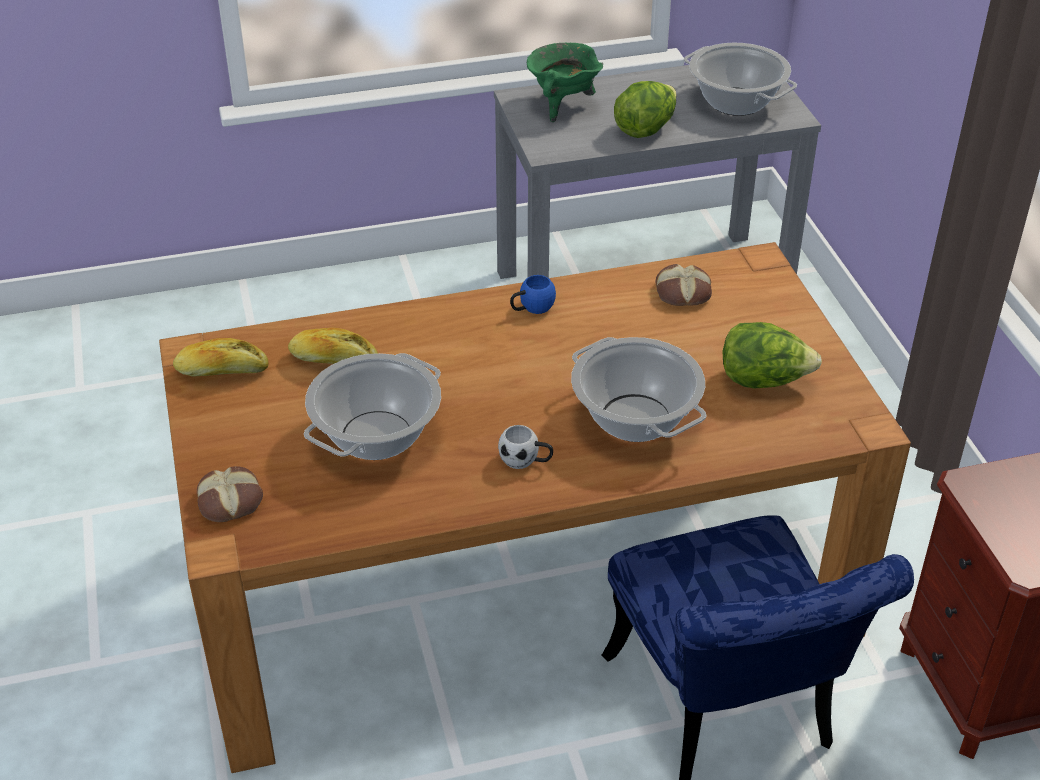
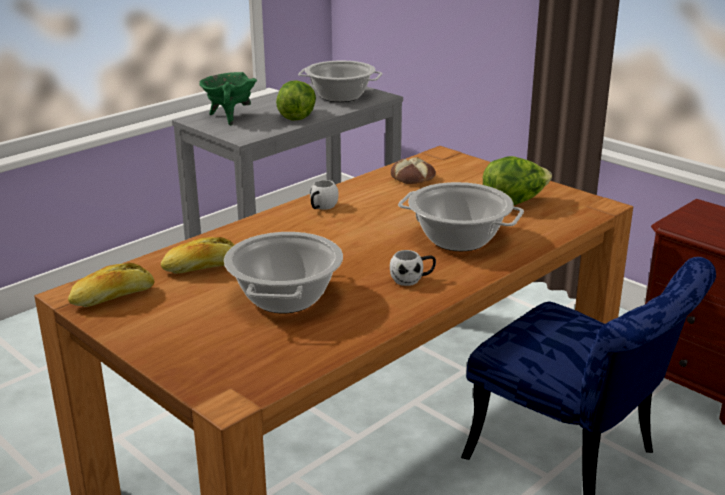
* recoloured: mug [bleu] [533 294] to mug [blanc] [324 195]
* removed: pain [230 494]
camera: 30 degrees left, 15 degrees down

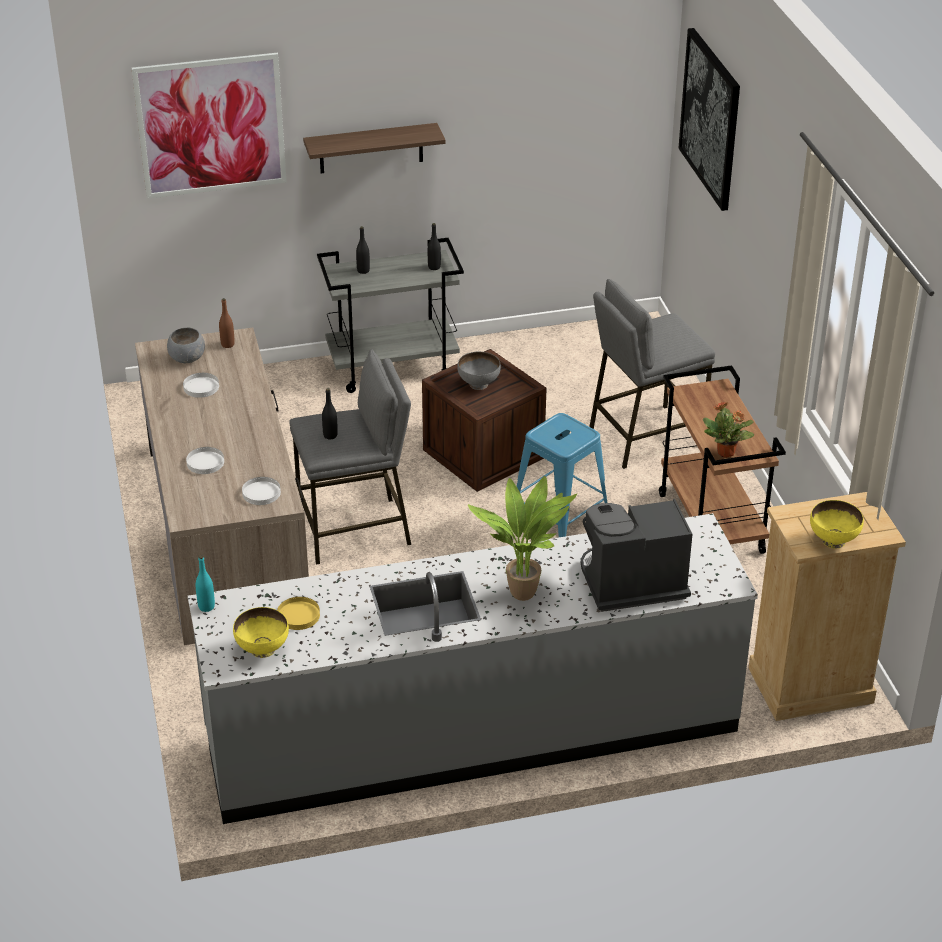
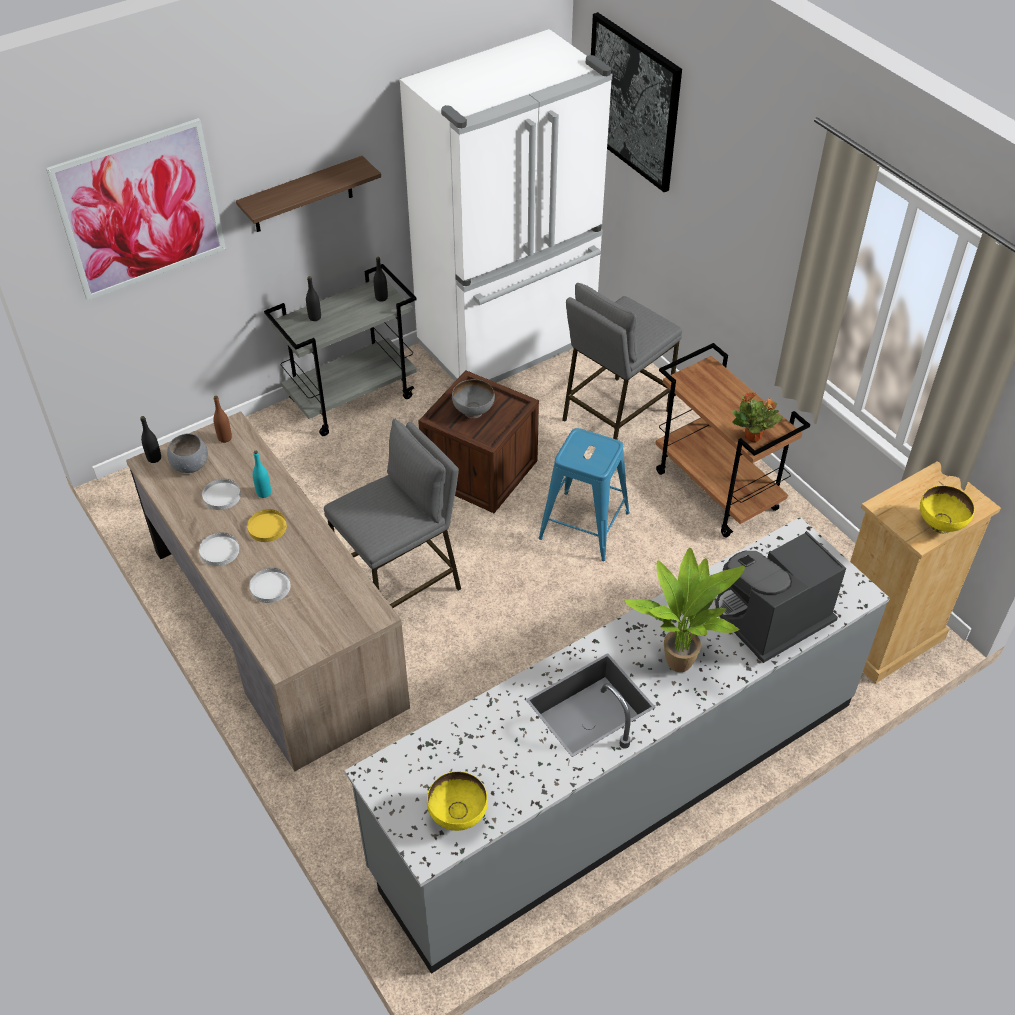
* moved: bouteille [noir] [330 413] to [150 439]
* moved: assiette [blanc] [261 491] to [219 549]
* moved: bouteille [turquoise] [205 583] to [262 474]
* moved: assiette [jaune] [298 613] to [267 525]
* added: réfrigérateur [blanc] [506 206]
camera: 20 degrees left, 10 degrees up

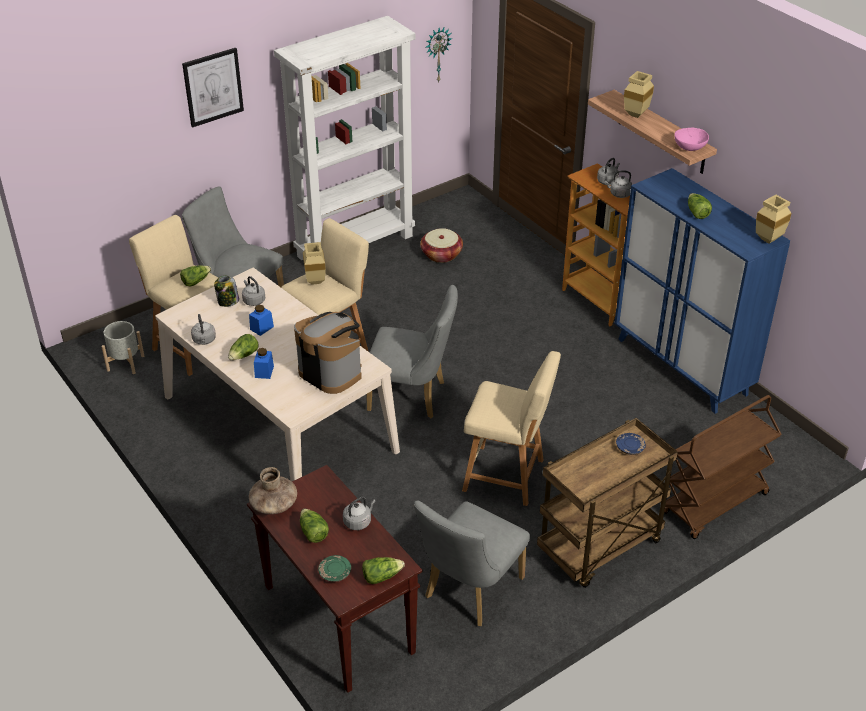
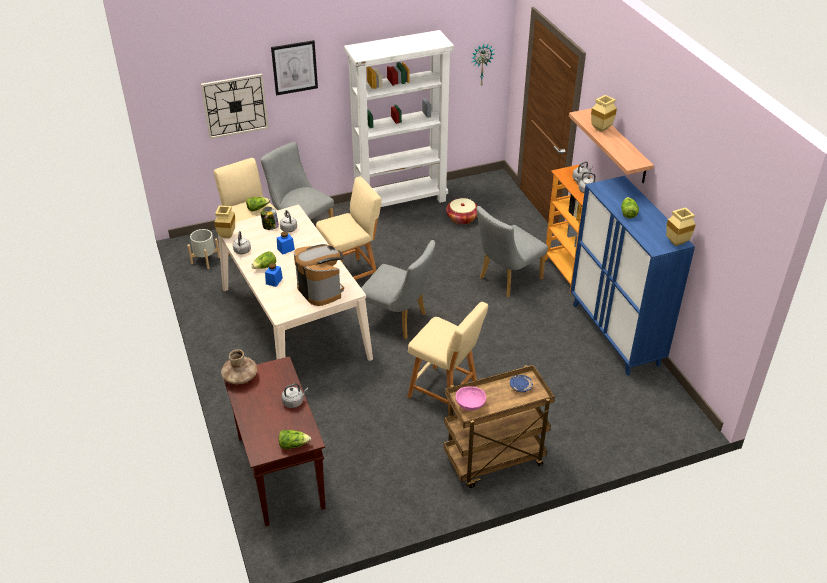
* moved: bol [rose] [691 139] to [471 399]
* moved: vase [beige] [314 263] to [225 222]
* removed: chariot [marron] [722 467]
* moved: chaise [gris] [472 563] to [512 251]
* removed: laitue [314 525]
* removed: assiette [vert] [334 568]
* added: horloge murale [235 106]
camera: 15 degrees right, 0 degrees up

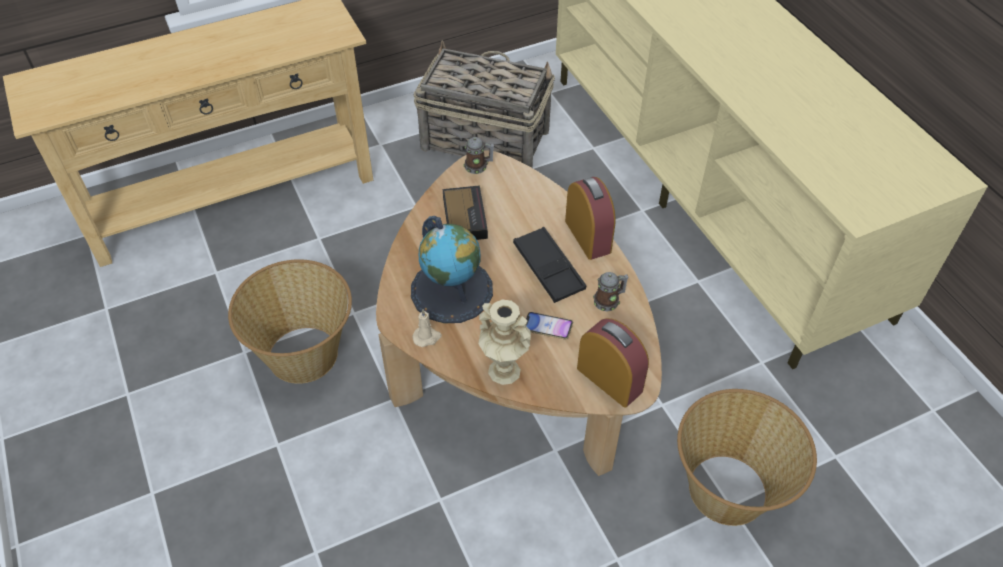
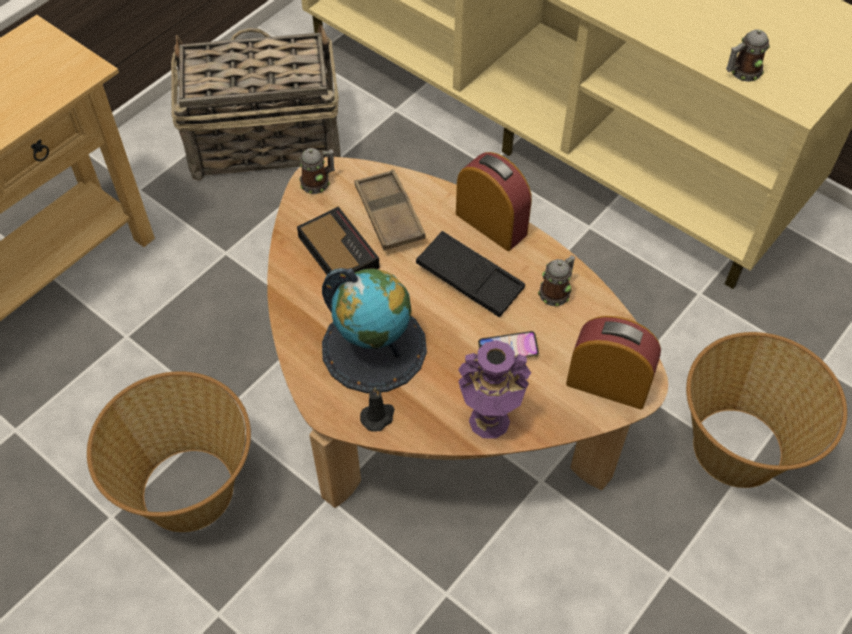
* recoloured: vase [beige] [504 342] to vase [violet] [494 389]
* recoloured: bougie [beige] [427 328] to bougie [noir] [377 409]
* added: mug [748 55]
* added: plateau [marron] [390 210]
camera: 25 degrees left, 5 degrees up

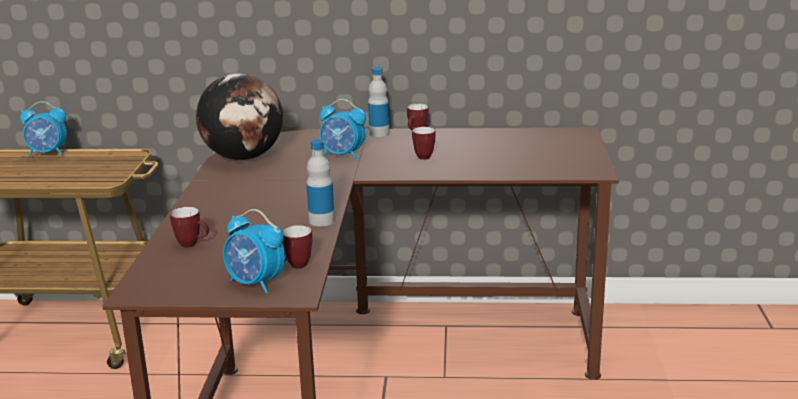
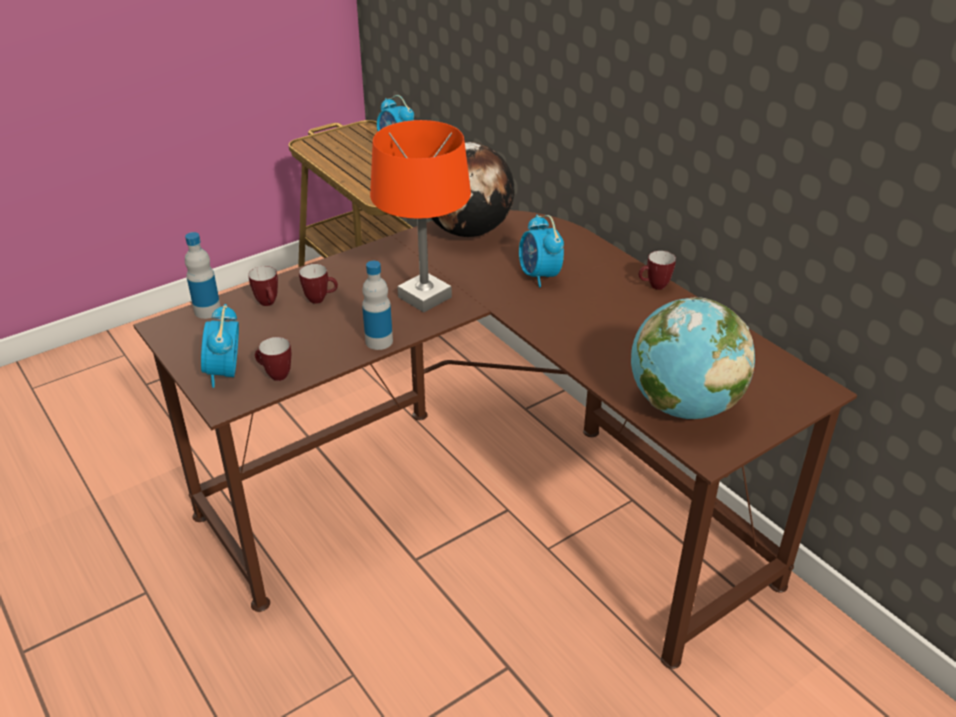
* moved: bouteille [379 102] to [203 275]
* moved: mug [424 143] to [318 284]
* added: lampe de table [orange] [420 216]
* added: globe [693 358]
camera: 50 degrees right, 15 degrees up

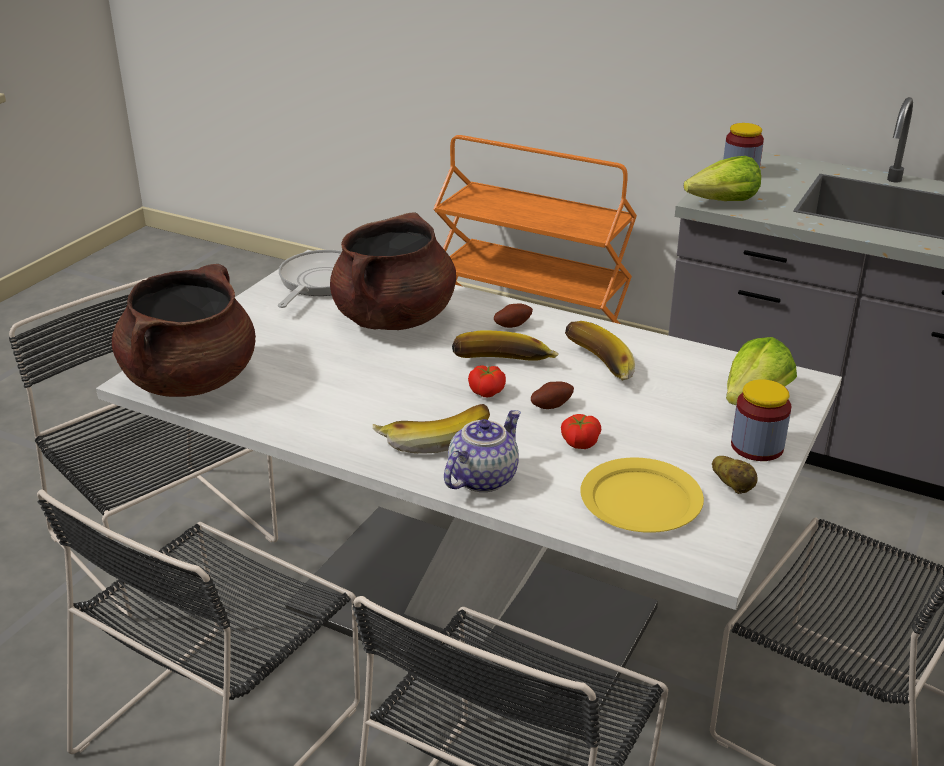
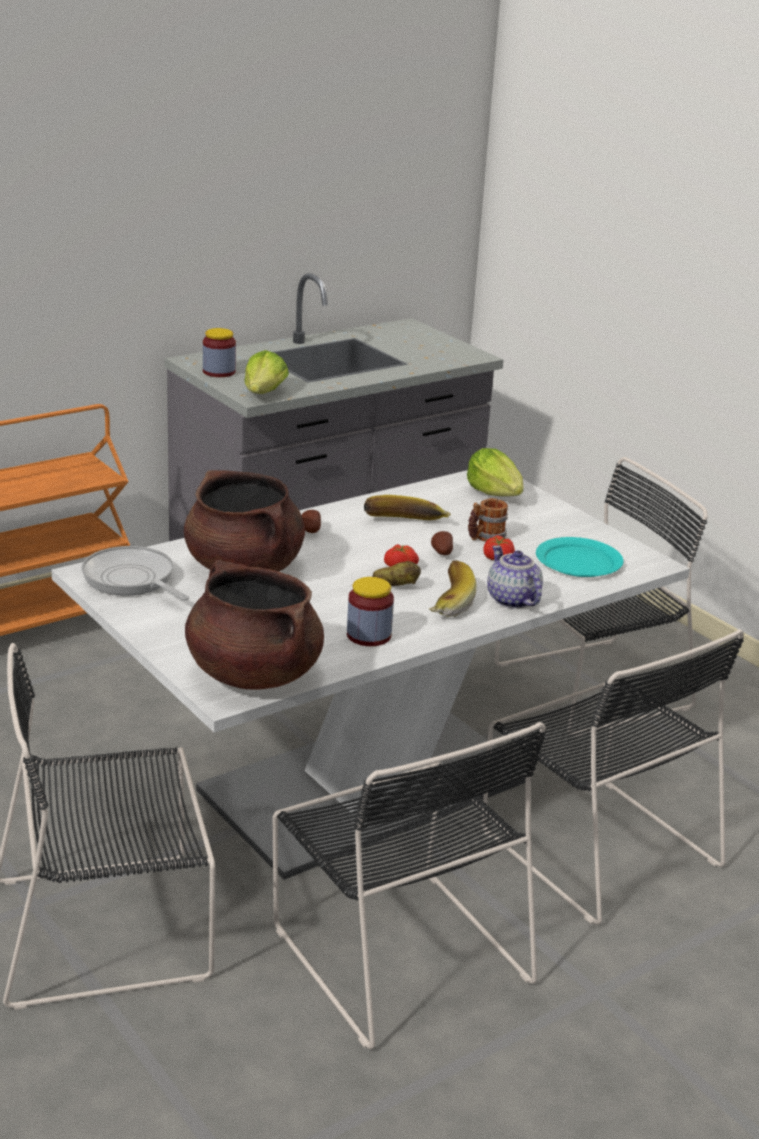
* removed: banane [505 345]
* moved: bocal [761 420] to [370 611]
* moved: pomme de terre [735 475] to [396 573]
* recoloured: assiette [jaune] [642 495] to assiette [turquoise] [579 557]
* added: mug [488 520]
camera: 65 degrees left, 5 degrees down

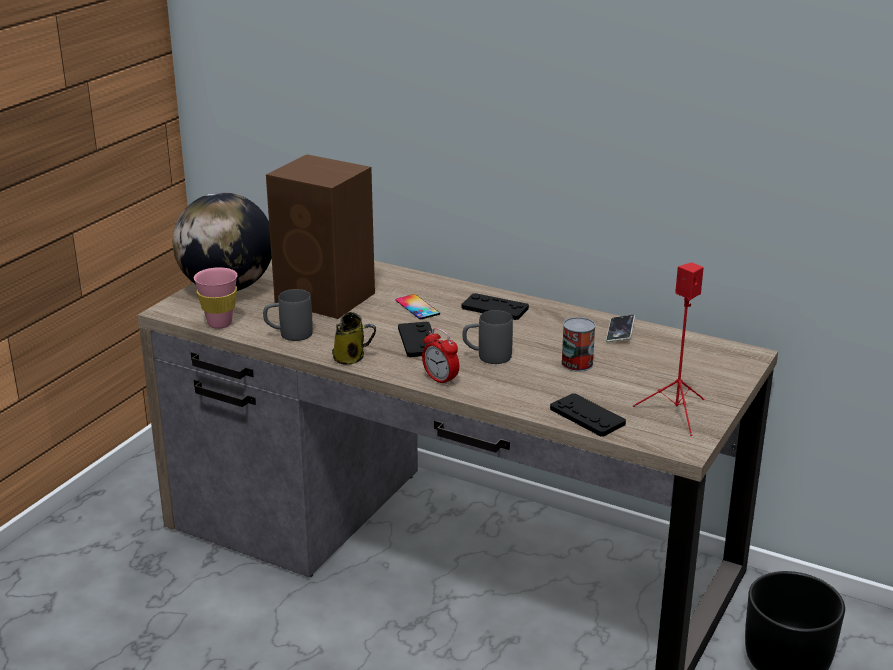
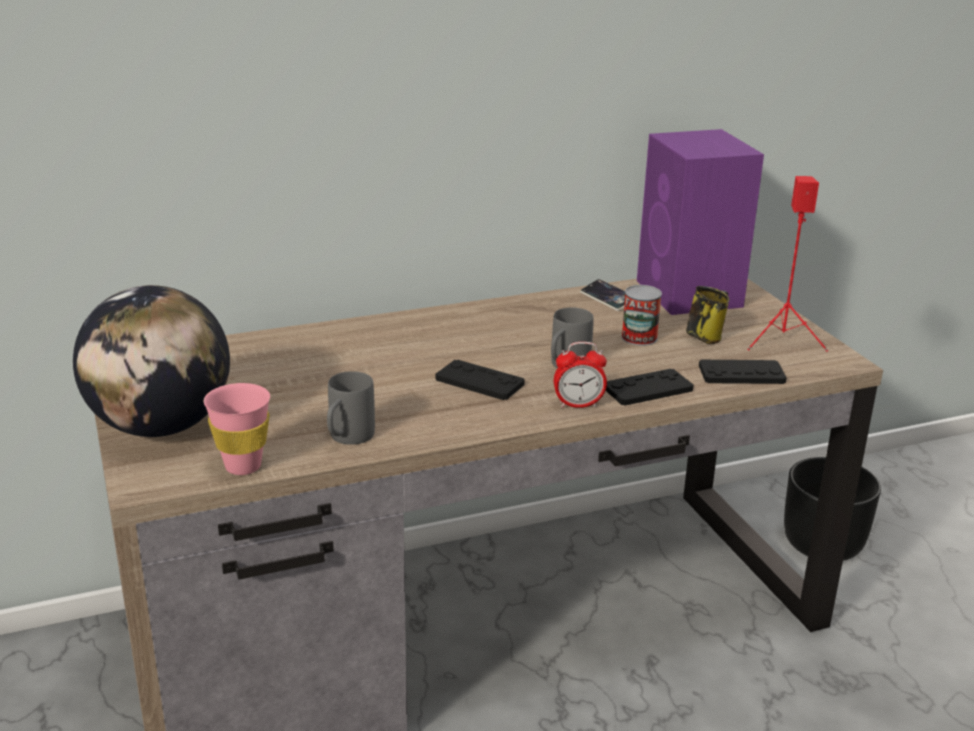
* removed: enceinte [marron] [320 236]
* moved: manette [noir] [495 306] to [650 387]
* removed: téléphone [417 306]
* moved: mug [354 338] to [708 315]
* added: enceinte [violet] [700 222]
camera: 50 degrees left, 0 degrees up

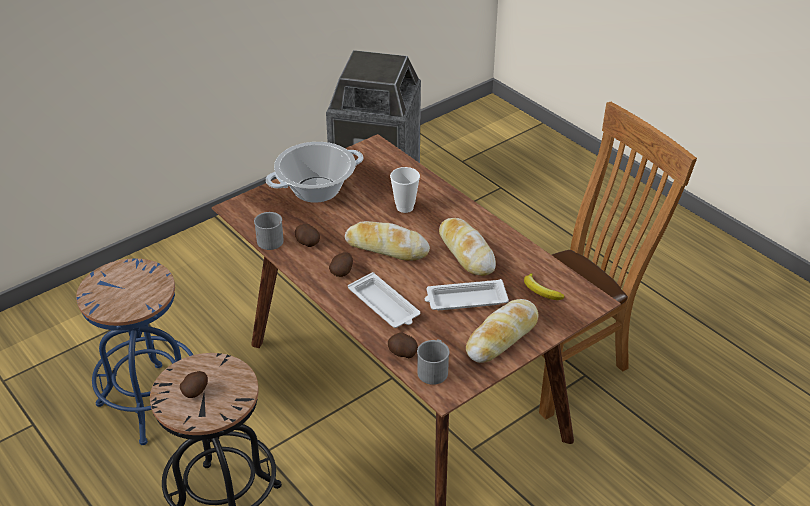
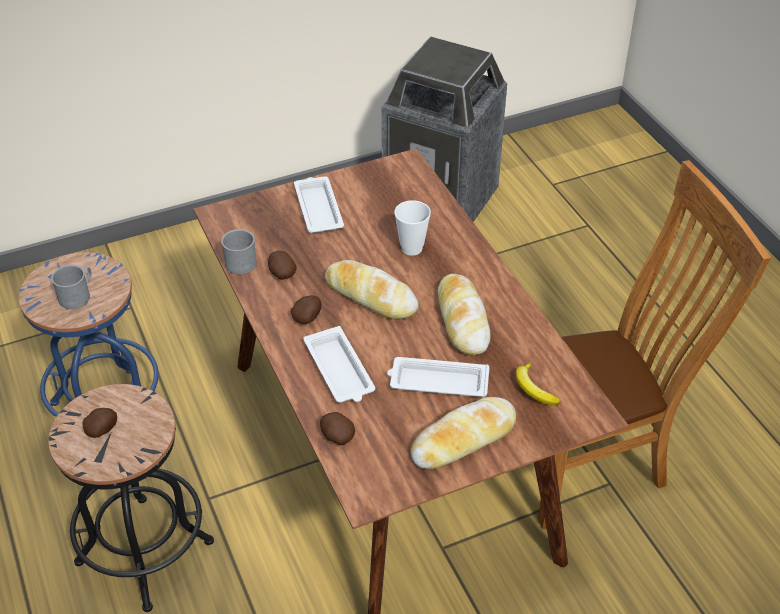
* replaced: marmite [314 172] to plateau [blanc] [319 204]
* moved: mug [gris] [433 362] to [71 287]
camera: 15 degrees right, 5 degrees up

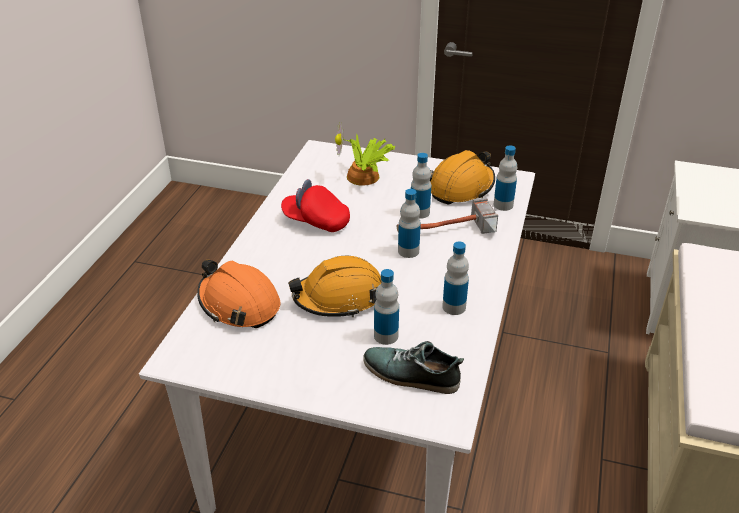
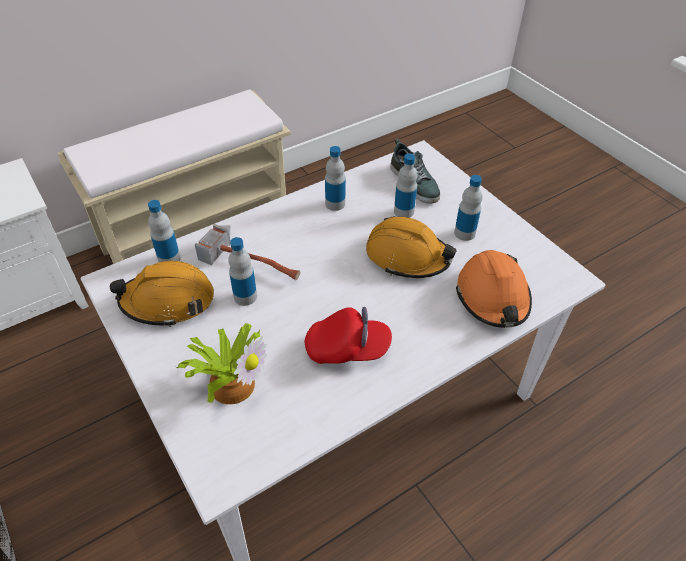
* turned: casquette [rouge] [315 205] = [348 335] 60 degrees counterclockwise
* moved: bouteille [409 223] to [468 208]
camera: 140 degrees left, 10 degrees up

